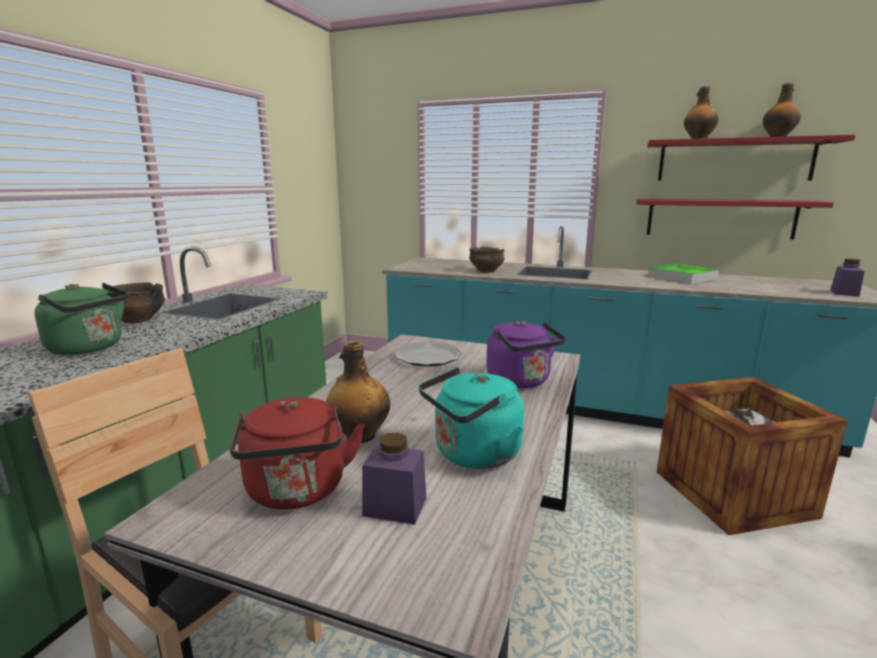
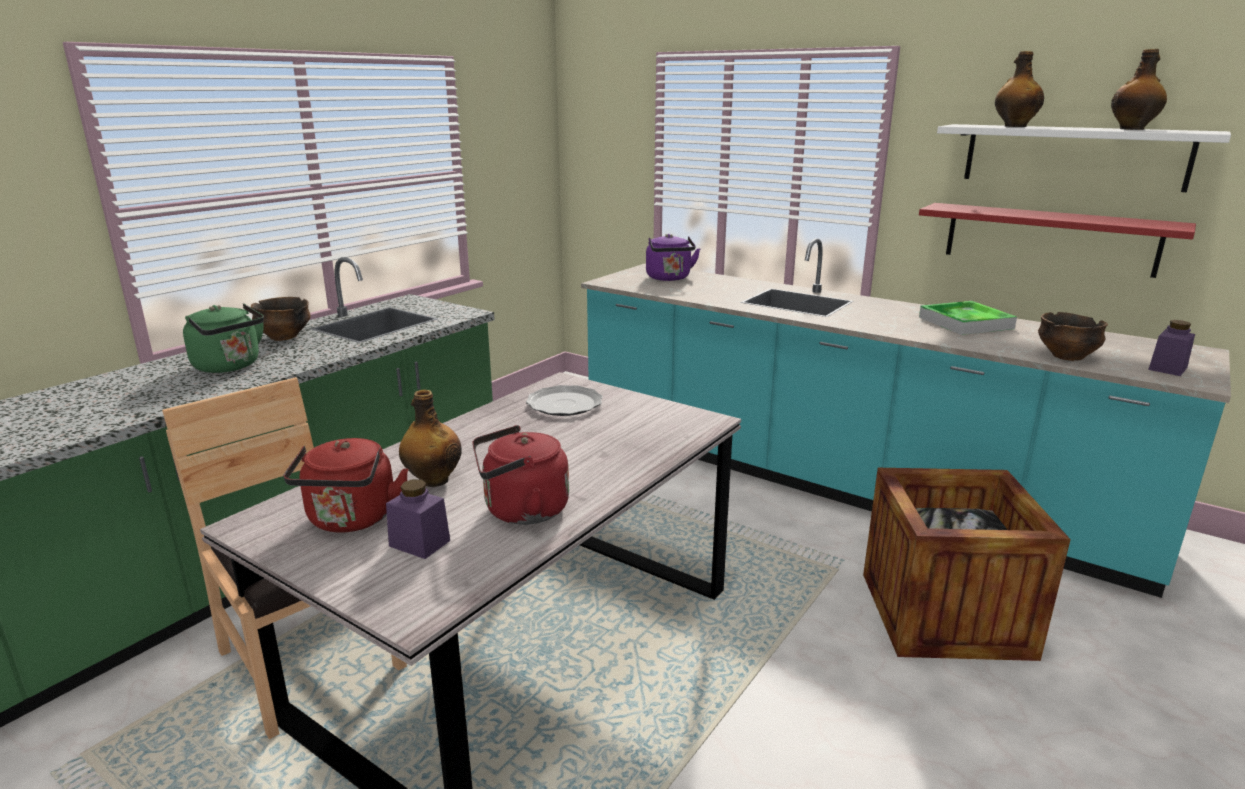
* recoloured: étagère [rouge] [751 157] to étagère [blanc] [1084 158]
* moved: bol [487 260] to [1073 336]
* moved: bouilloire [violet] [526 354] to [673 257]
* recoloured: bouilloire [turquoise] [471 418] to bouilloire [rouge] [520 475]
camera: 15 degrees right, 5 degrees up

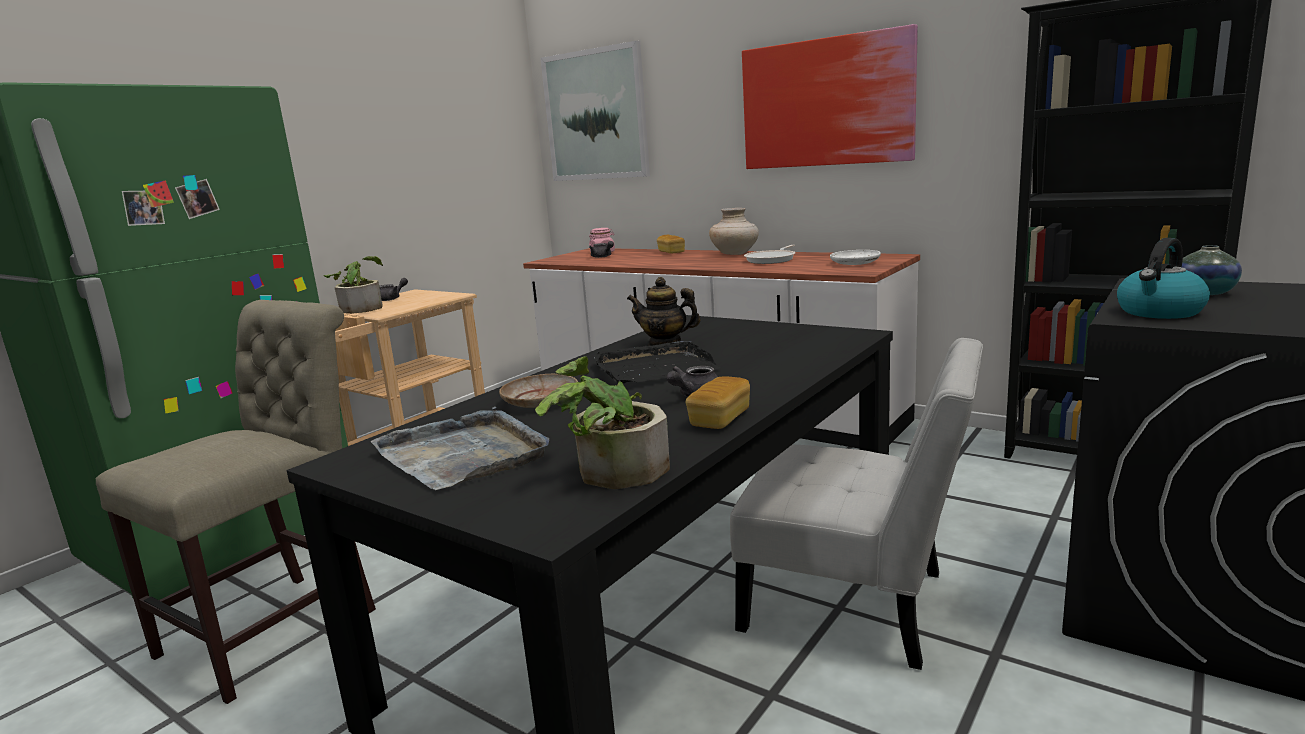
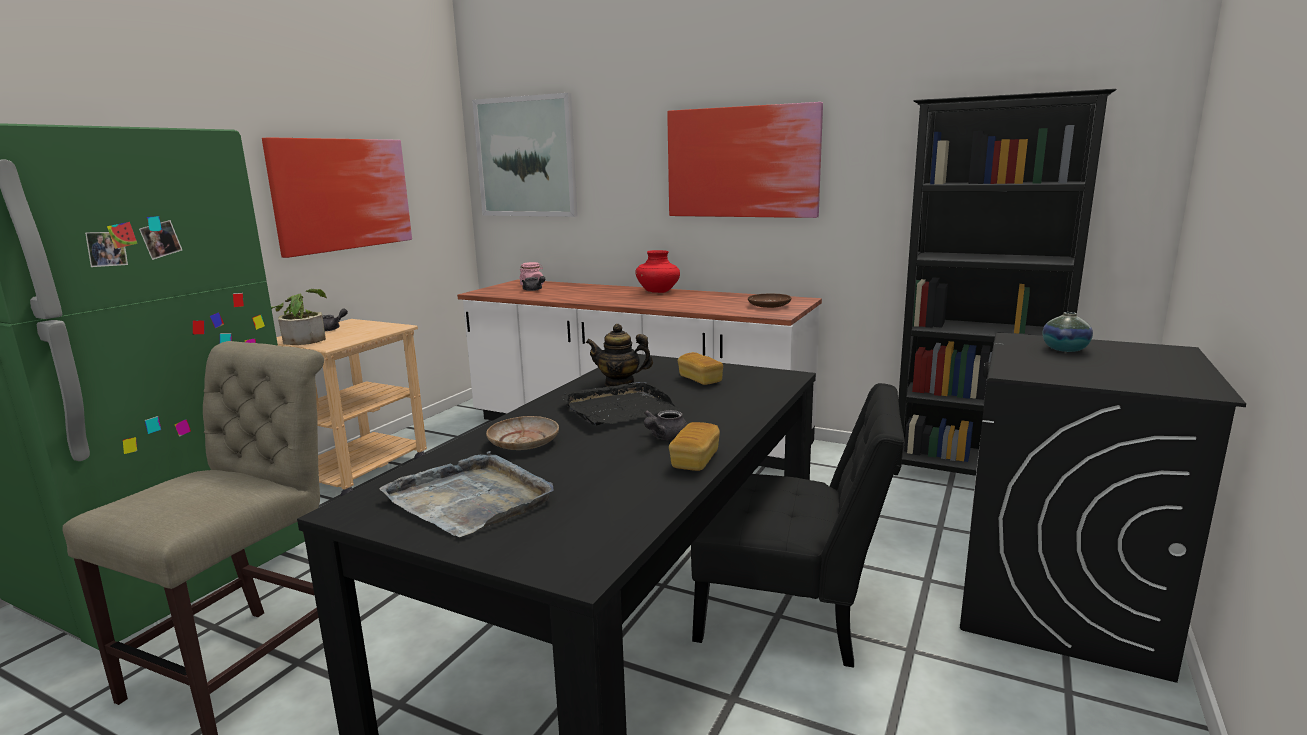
* recoloured: vase [beige] [734 231] to vase [rouge] [657 271]
* moved: pain [671 244] to [700 368]
* removed: bouilloire [1163 278]
* removed: poêle [769 254]
* recoloured: assiette [blanc] [855 257] to assiette [marron] [769 300]
* recoloured: chaise [blanc] [856 504] to chaise [noir] [797 525]
* removed: plante en pot [602 422]
* added: tableau [337 197]
camera: 10 degrees left, 0 degrees up

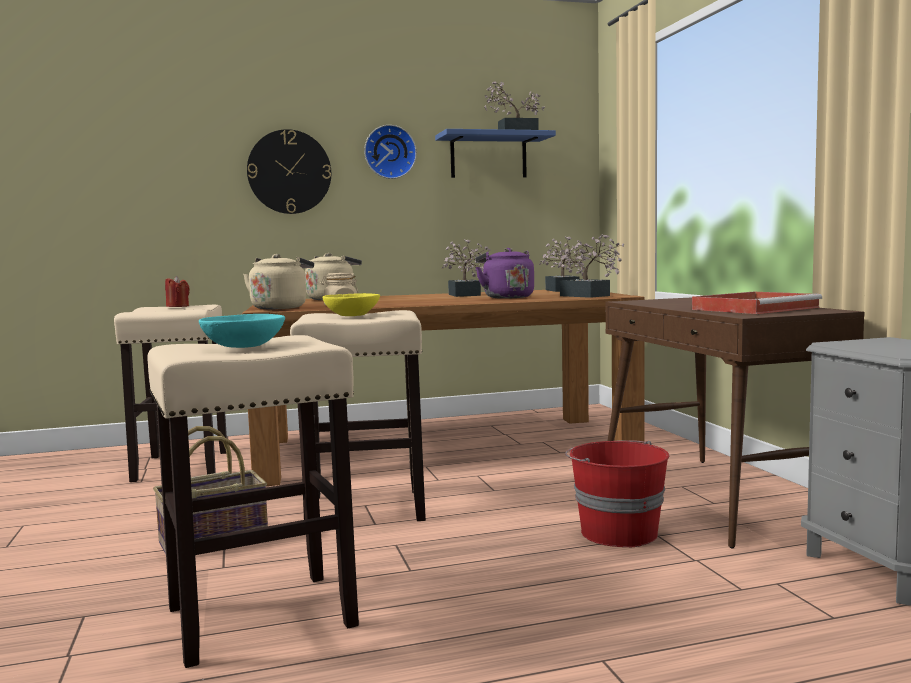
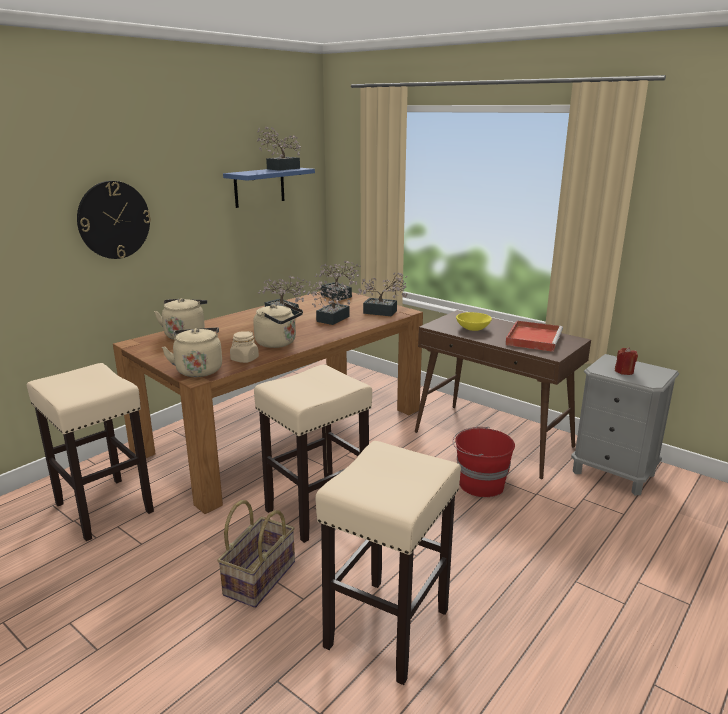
* removed: horloge murale [390 152]
* replaced: bouilloire [violet] [505 273] to plante en pot [328 303]
* moved: bougie [rouge] [177 291] to [626 361]
* moved: bol [jaune] [351 304] to [474 321]
* removed: bol [turquoise] [242 331]
* added: bouilloire [beige] [278 325]
camera: 35 degrees left, 15 degrees up

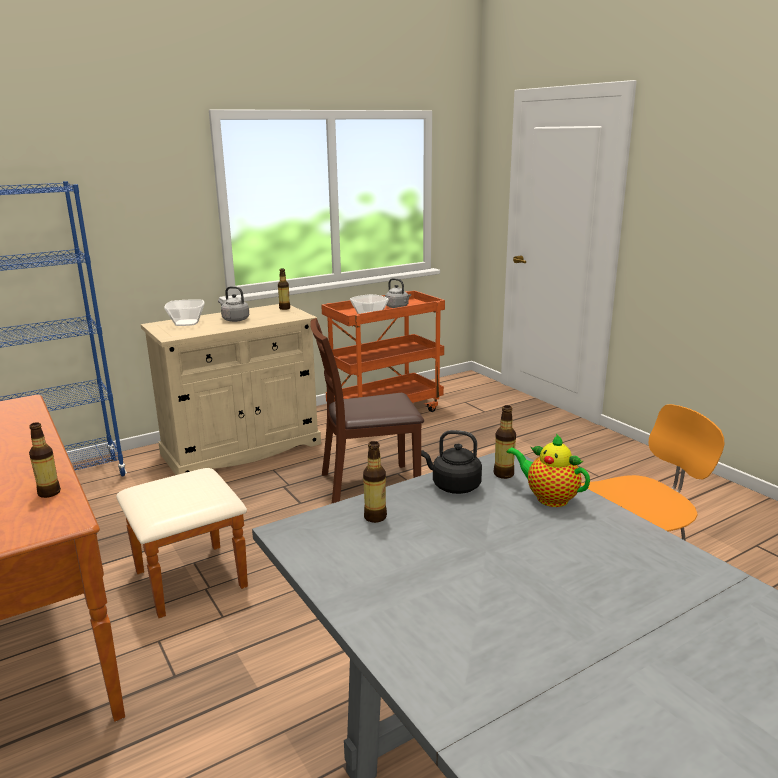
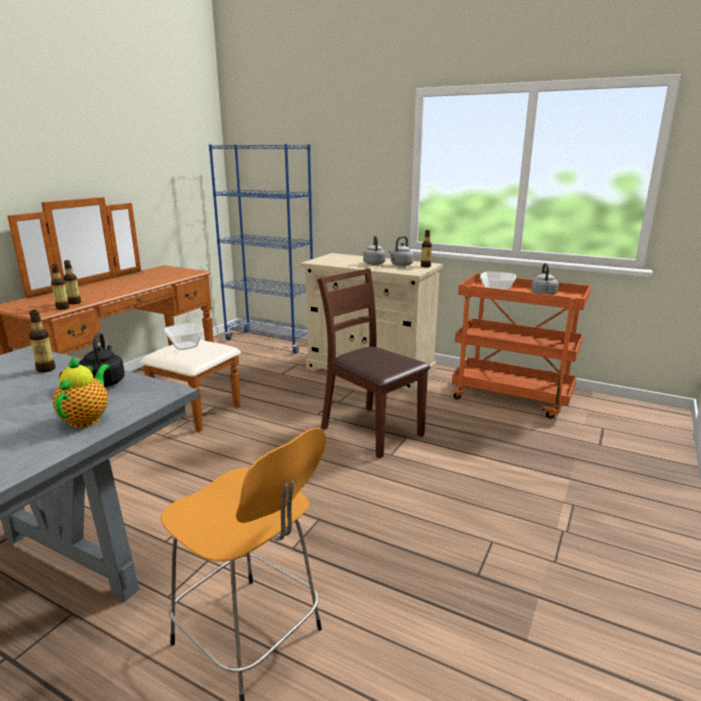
* moved: bol [184 313] to [184 336]
* moved: bouteille [505 442] to [60 287]
* added: bouilloire [gris] [401 251]
camera: 60 degrees right, 0 degrees up

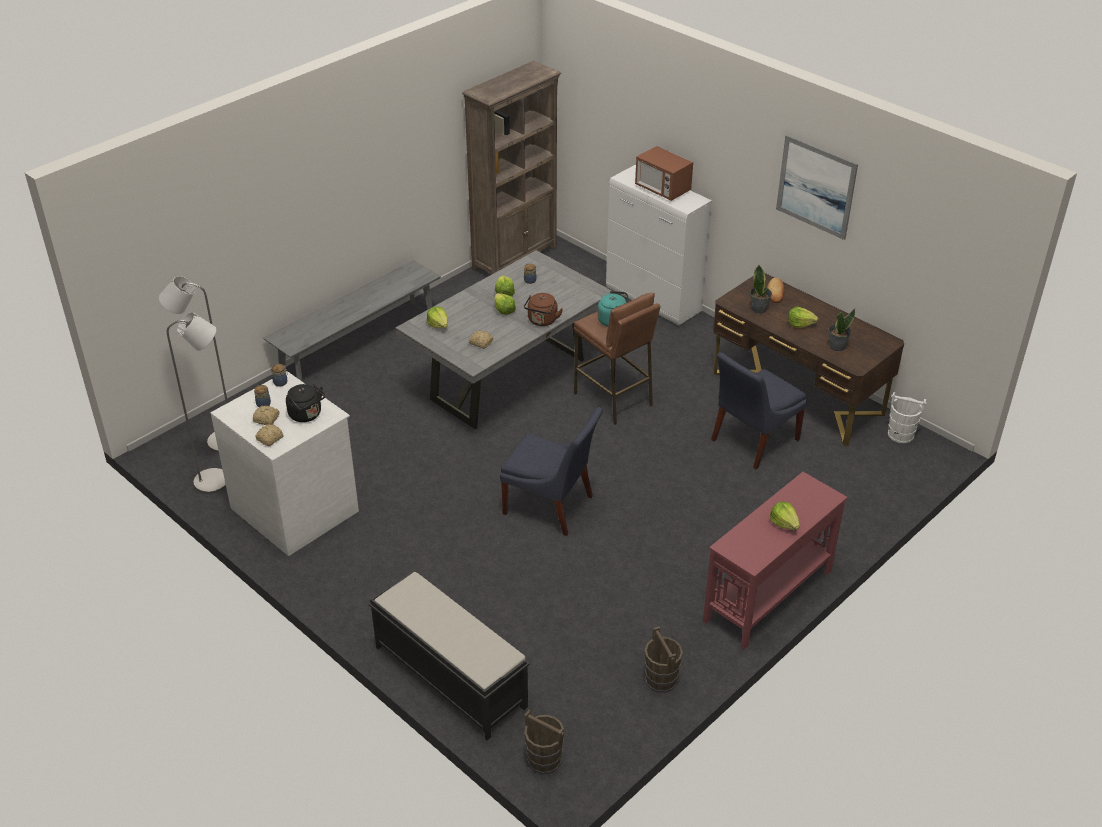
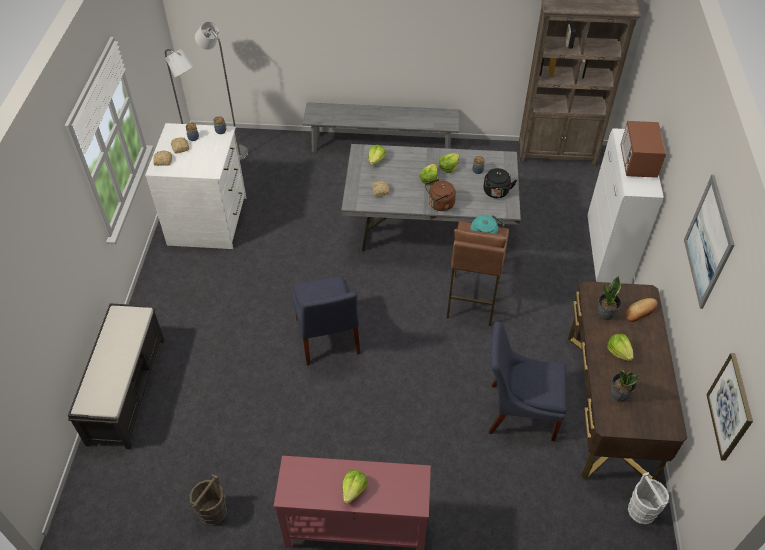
* moved: bouilloire [noir] [305 403] to [500 183]
* removed: seau [marron] [544 742]
* added: tableau [729 407]
camera: 50 degrees right, 10 degrees up

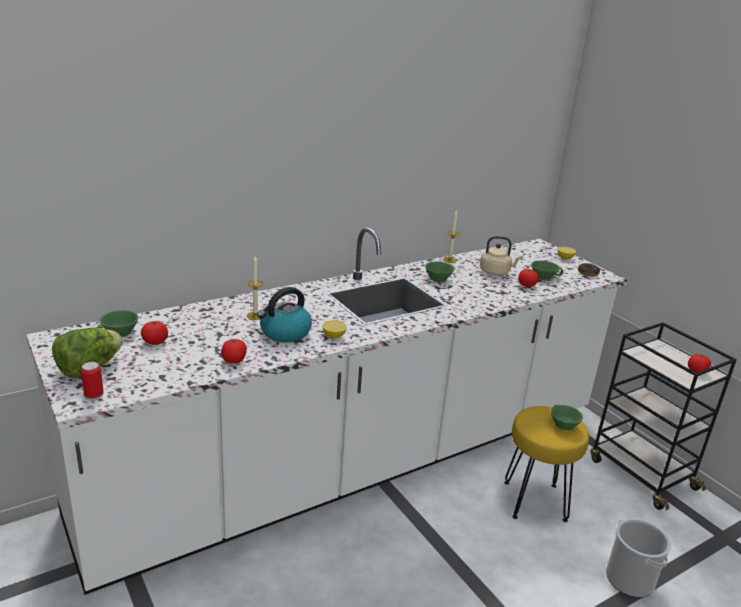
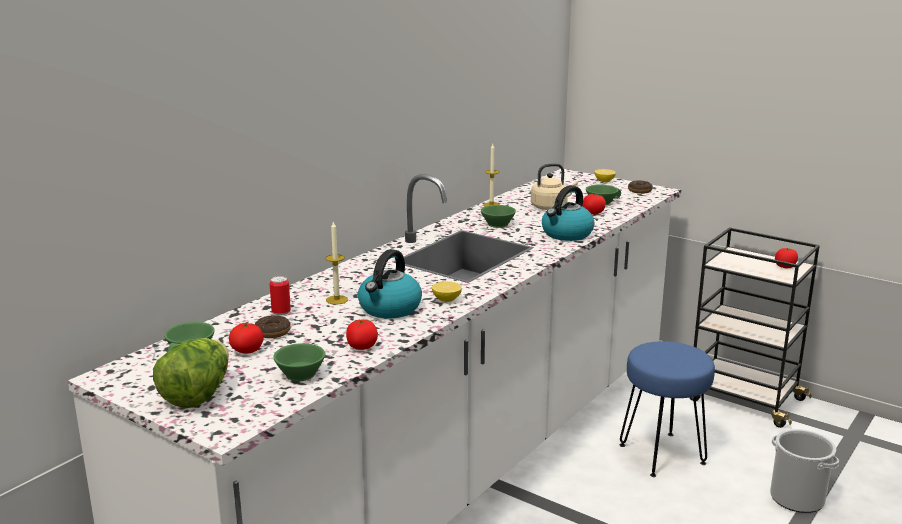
* moved: boîte métallique [92 381] to [280 296]
* moved: tasse [vert] [567 418] to [299 362]
* recoloured: tabouret [jaune] [546 464] to tabouret [bleu] [667 409]
* added: bouilloire [568 213]
* added: beignet [273 326]
camera: 20 degrees left, 5 degrees down

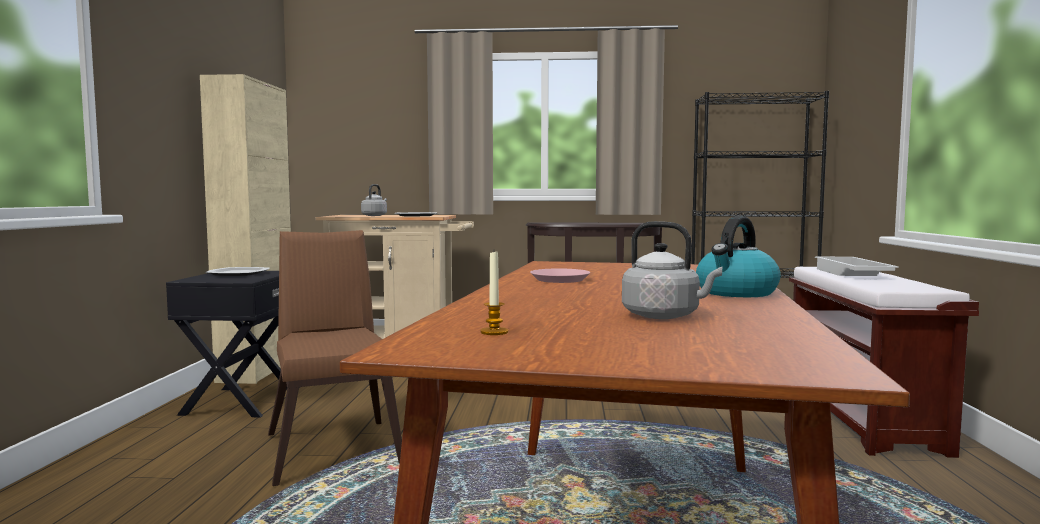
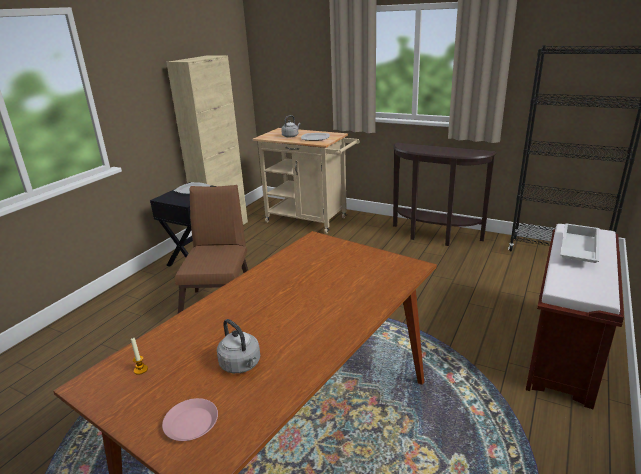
* removed: bouilloire [738 256]
* moved: assiette [rose] [560 276] to [190 419]
camera: 25 degrees right, 20 degrees up

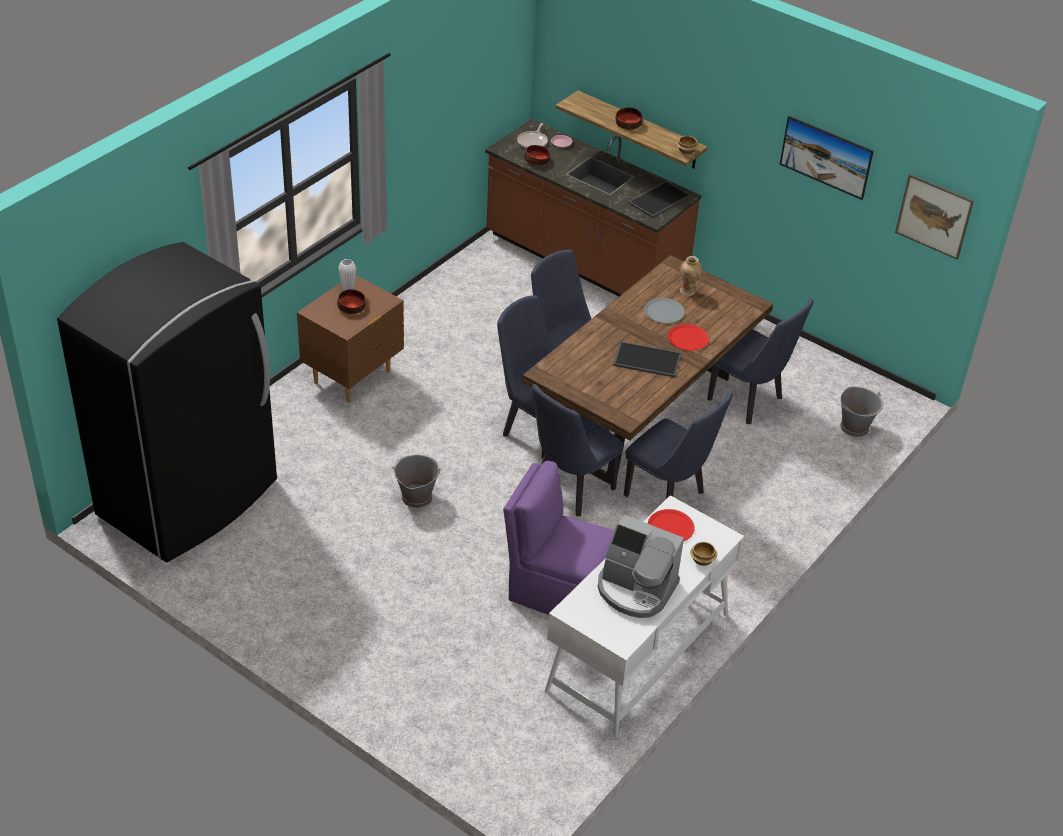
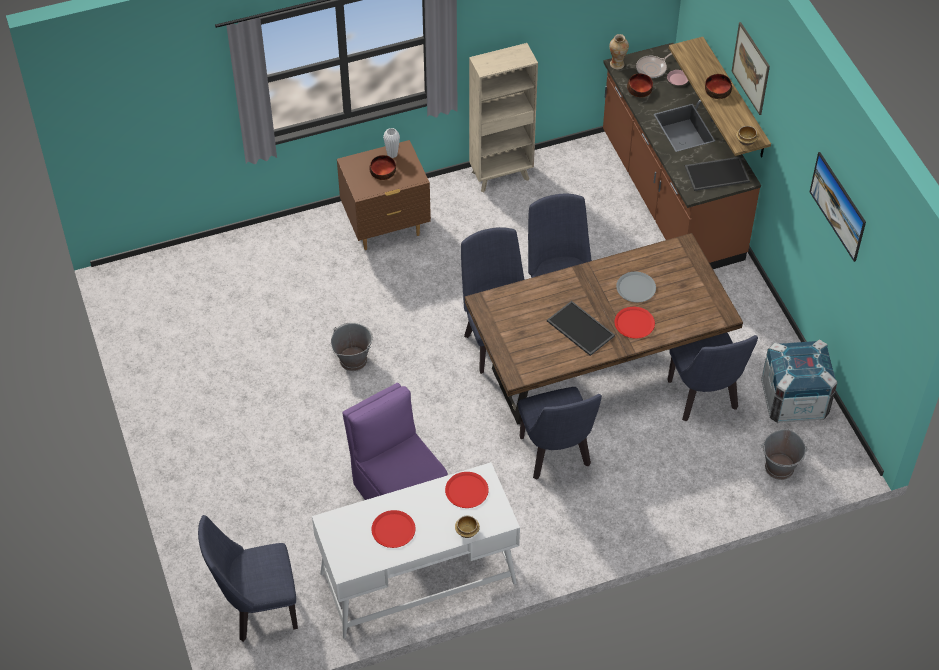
* moved: tableau [934 217] to [751 68]
* removed: réfrigérateur [noir] [167 402]
* moved: vase [691 276] to [619 51]
* moved: chaise [bleu] [578 450] to [248 578]
* replaced: machine à café [641 566] to assiette [rouge] [394 529]
* added: bibliothèque [beige] [503 117]
* added: caisse [799 381]
camera: 35 degrees right, 10 degrees up

